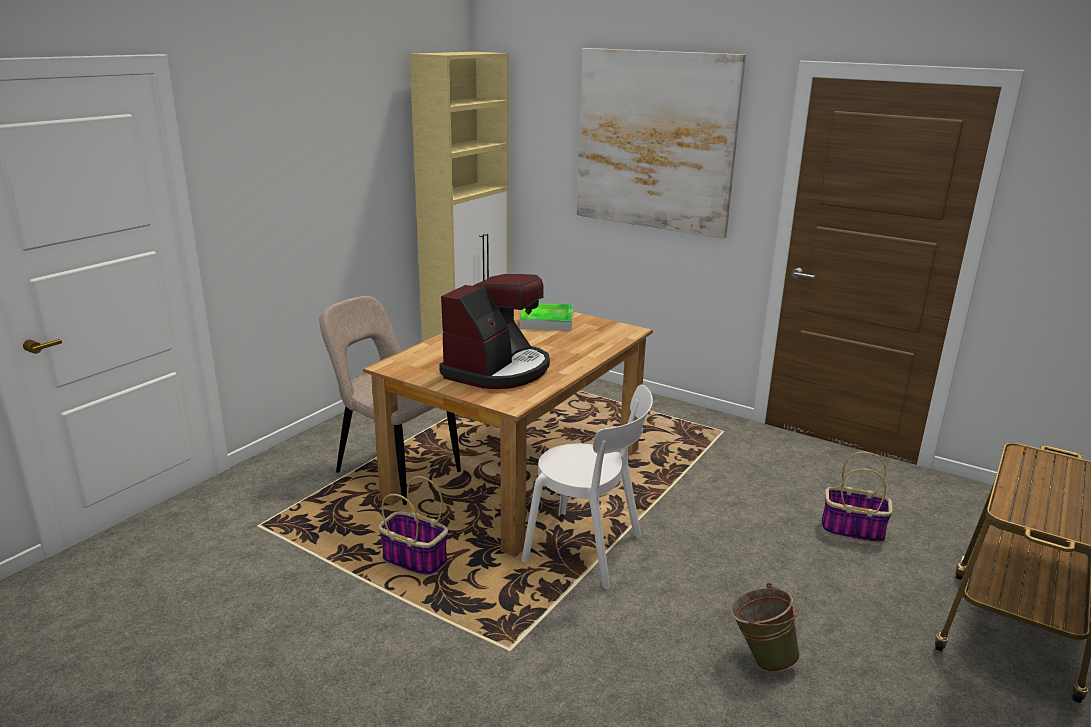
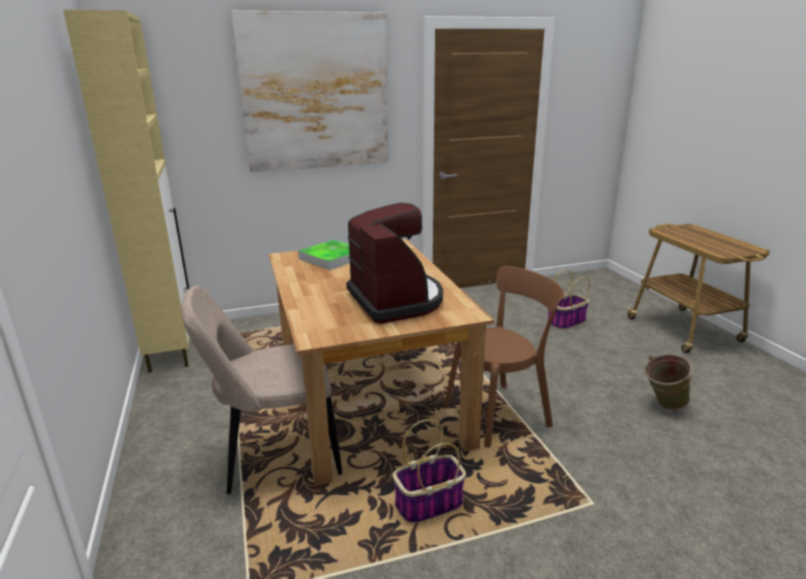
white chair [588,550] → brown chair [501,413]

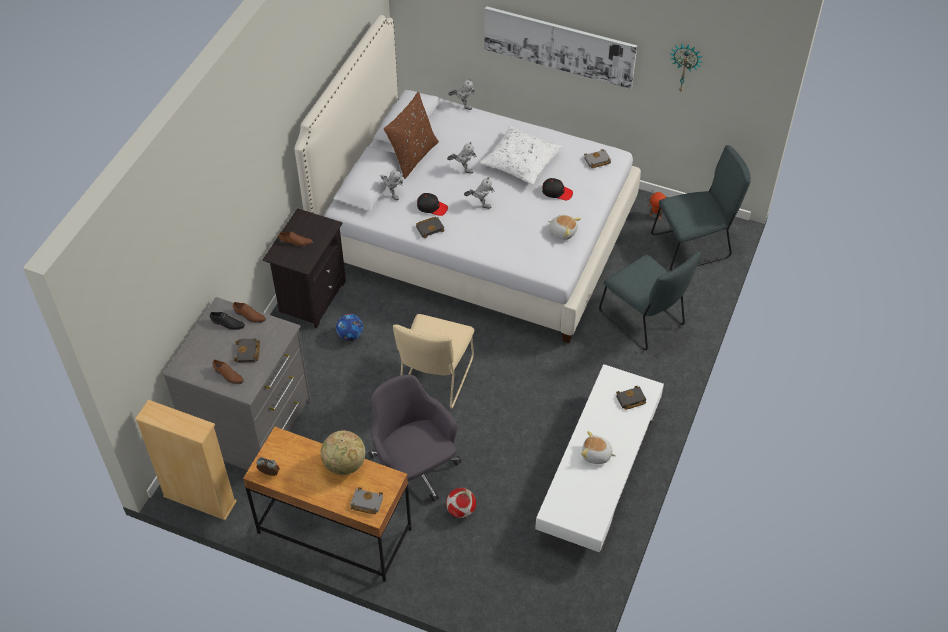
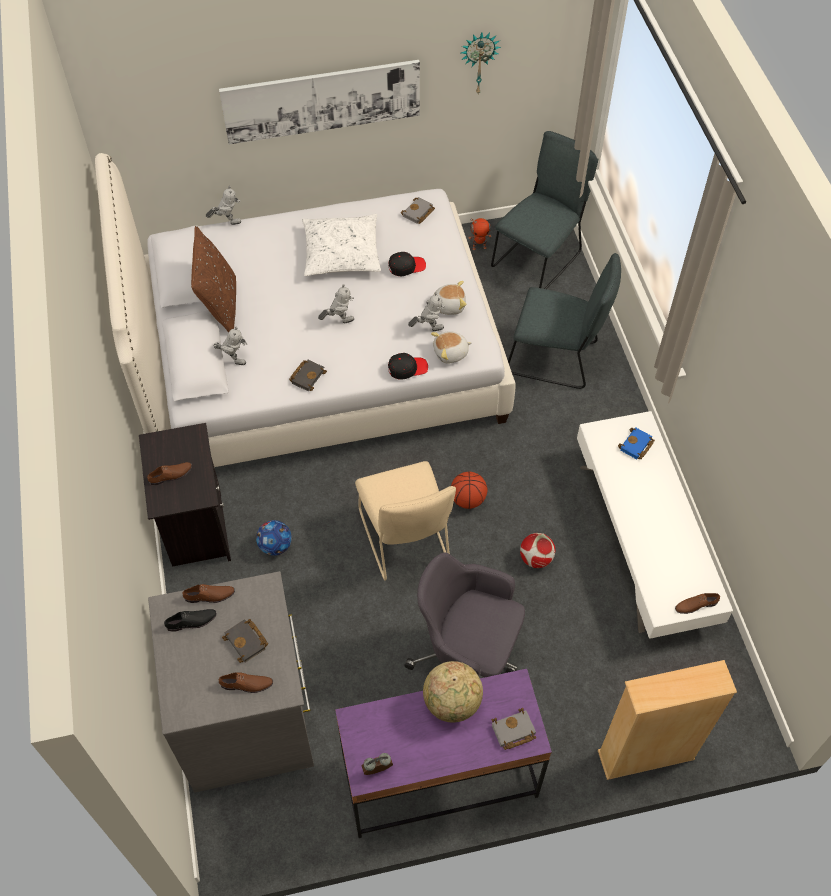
beige bookcase [199,499] → beige bookcase [646,755], shifted
brown desk [334,531] → purple desk [439,777]
black cap [432,207] → black cap [407,368], shifted
football [461,510] → football [536,558], shifted
toy robot [463,169] → toy robot [428,328], shifted
plush toy [596,455] → plush toy [451,353], shifted
black book [630,400] → blue book [636,446]
- → basketball [468,499]
- → brown shoe [696,604]

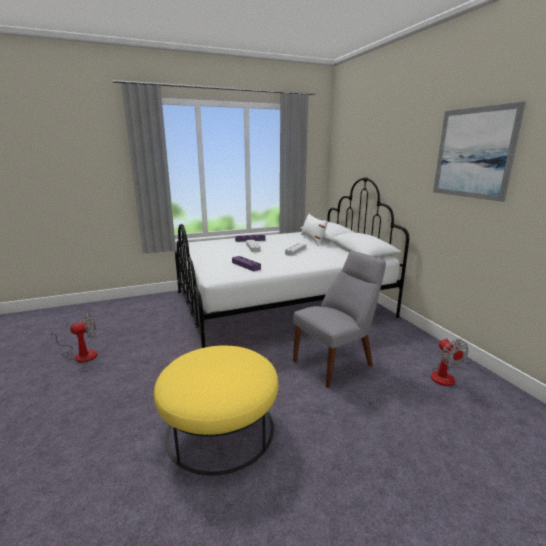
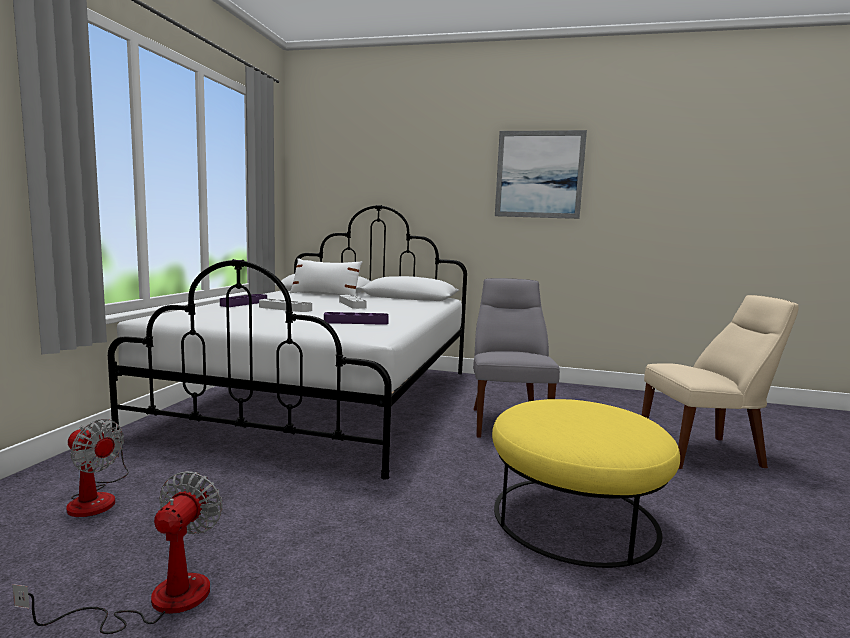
fan [445,375] → fan [97,498], shifted
- → beige chair [705,452]

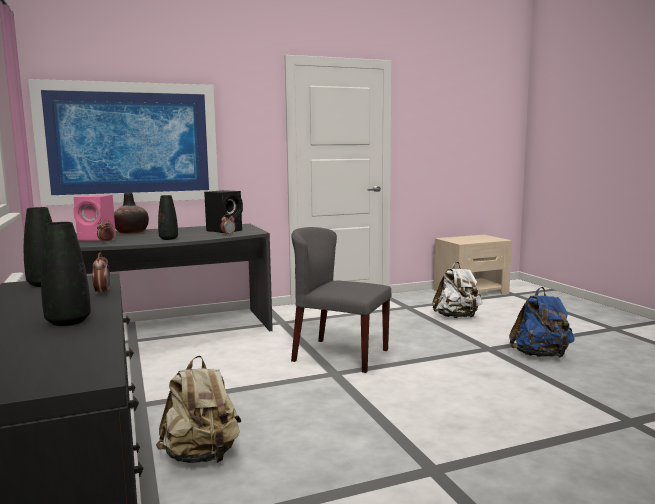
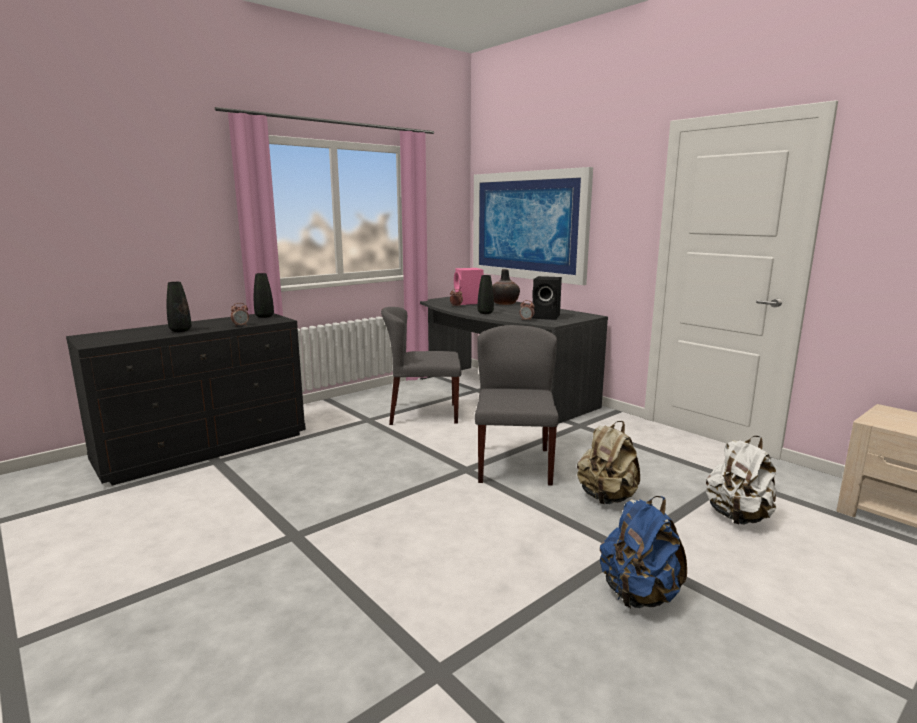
beige backpack [202,456] → beige backpack [607,498], shifted
- → grey chair [423,414]

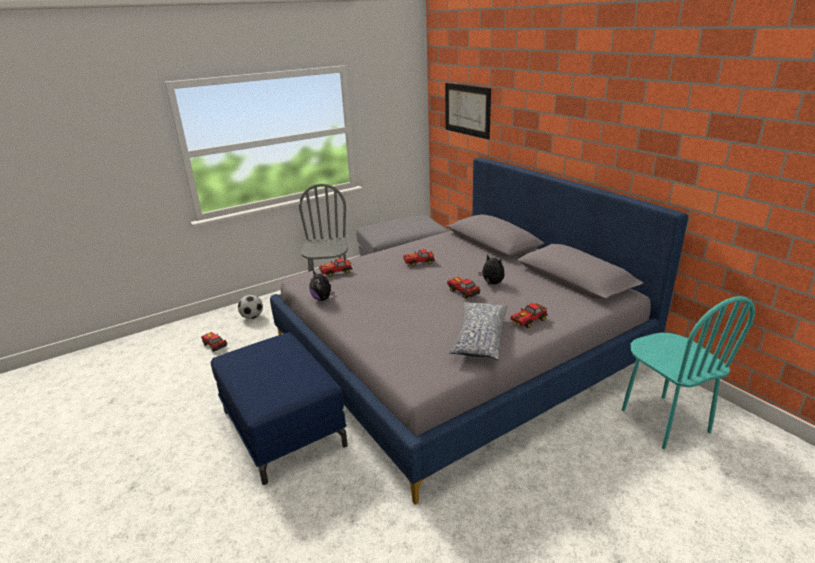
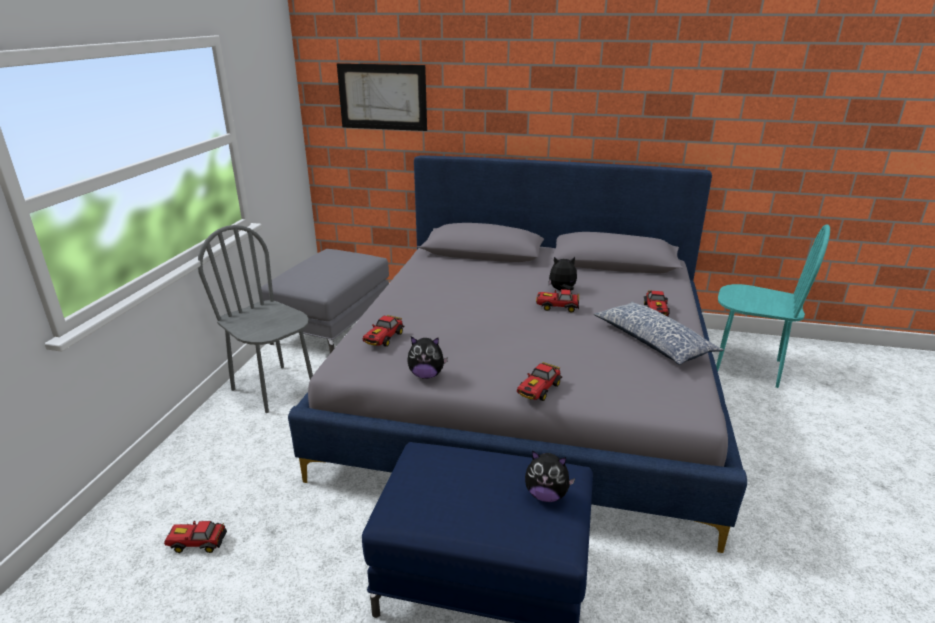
football [252,317] → -
toy car [418,262] → toy car [538,390], shifted
- → plush toy [546,495]

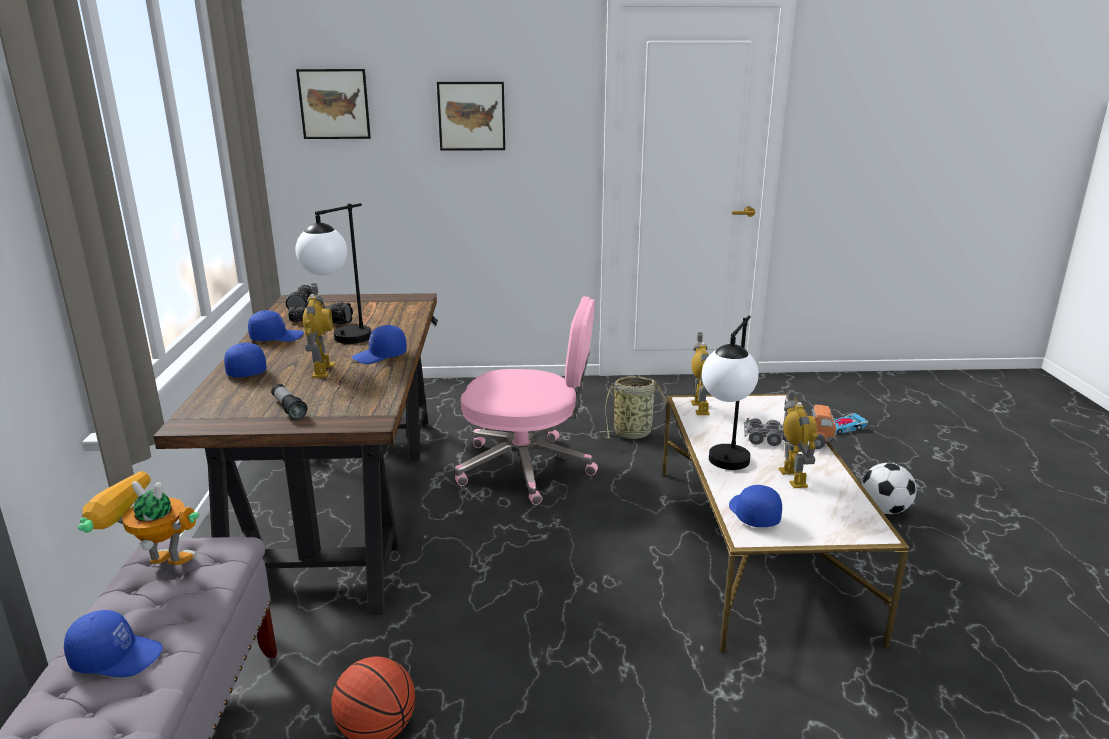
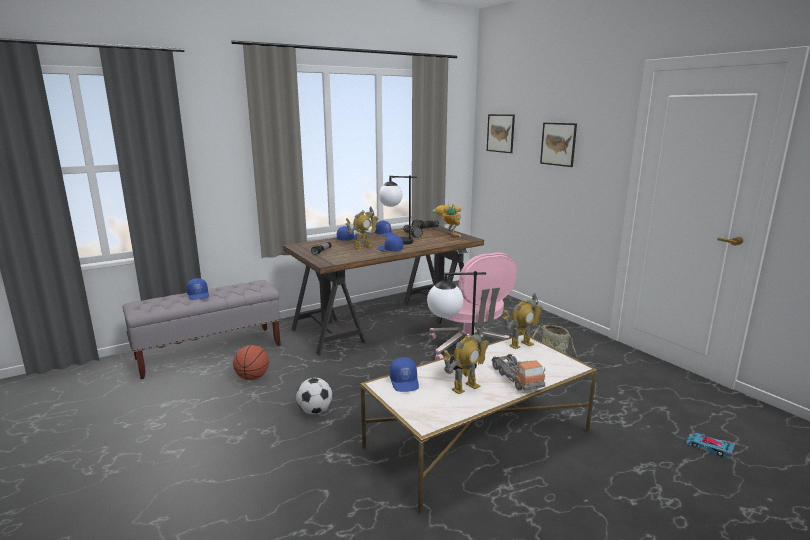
toy robot [151,568] → toy robot [448,235], shifted
blue cap [752,514] → blue cap [405,382], 120 degrees clockwise
football [884,510] → football [315,411], shifted

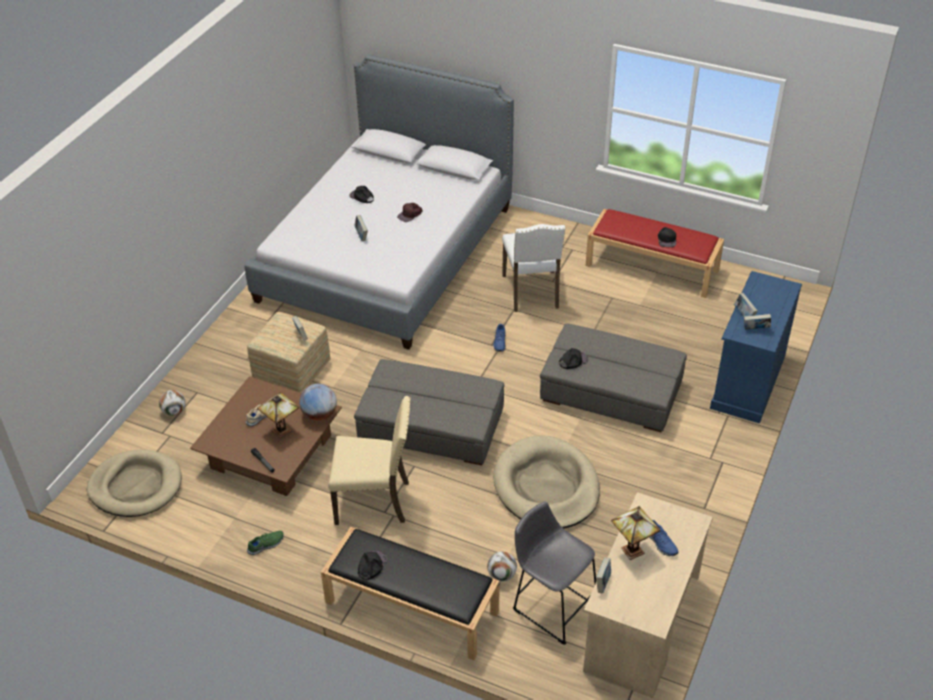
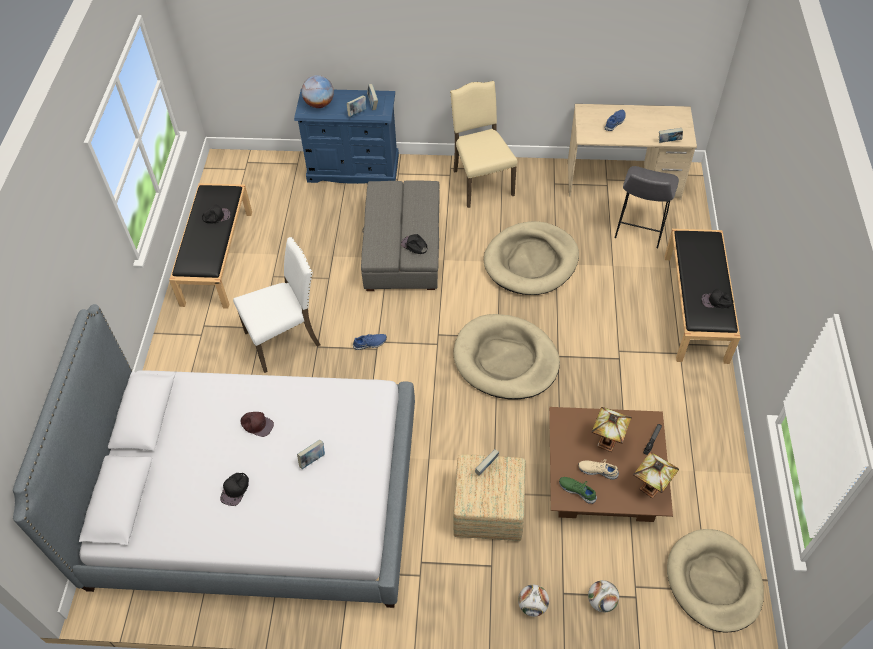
green shoe [266,545] → green shoe [577,490], shifted
globe [319,414] → globe [319,104], shifted
beige chair [374,501] → beige chair [481,182], shifted
grey ottoman [431,427] → beige dog bed [505,360]
football [501,575] → football [532,605], shifted
red bench [653,268] → black bench [217,257]
table lamp [630,550] → table lamp [650,490], shifted

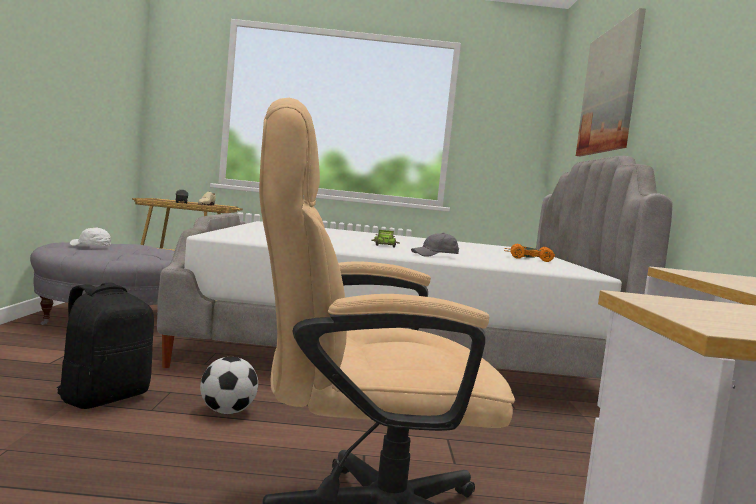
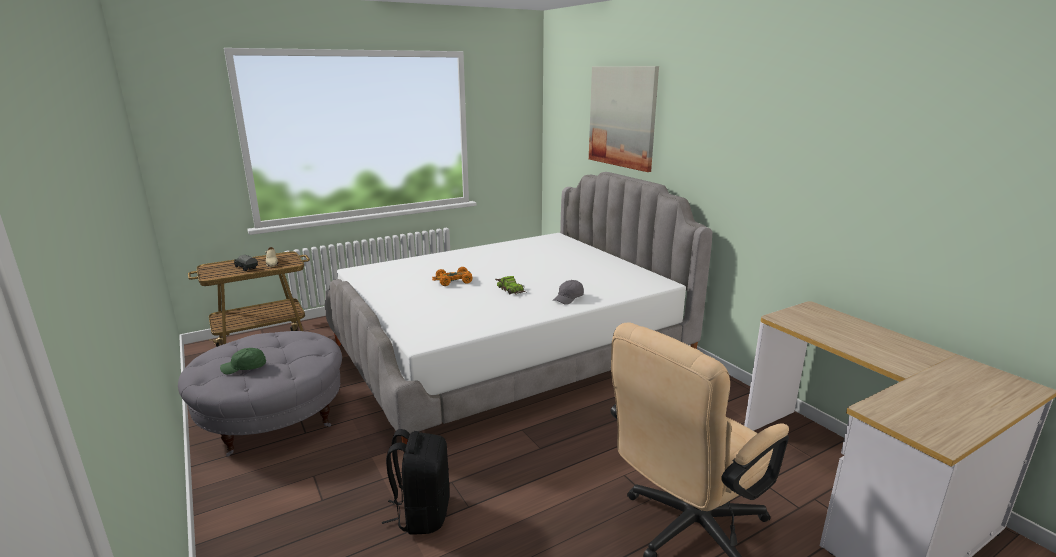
white cap [90,247] → green cap [245,368]
football [227,412] → -
orange toy car [529,259] → orange toy car [453,281], shifted

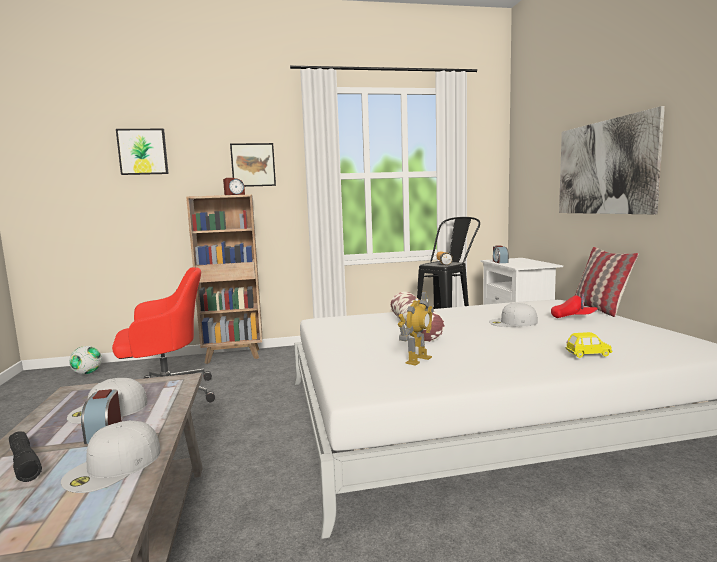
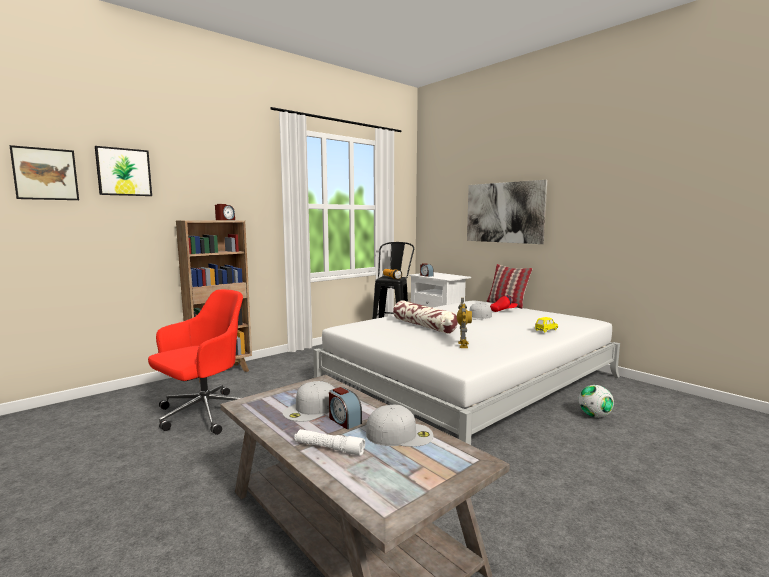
black flashlight [24,462] → white flashlight [329,448]
white cap [113,466] → white cap [400,434], 90 degrees counterclockwise
football [87,373] → football [594,416], shifted
picture [253,165] → picture [45,174], shifted

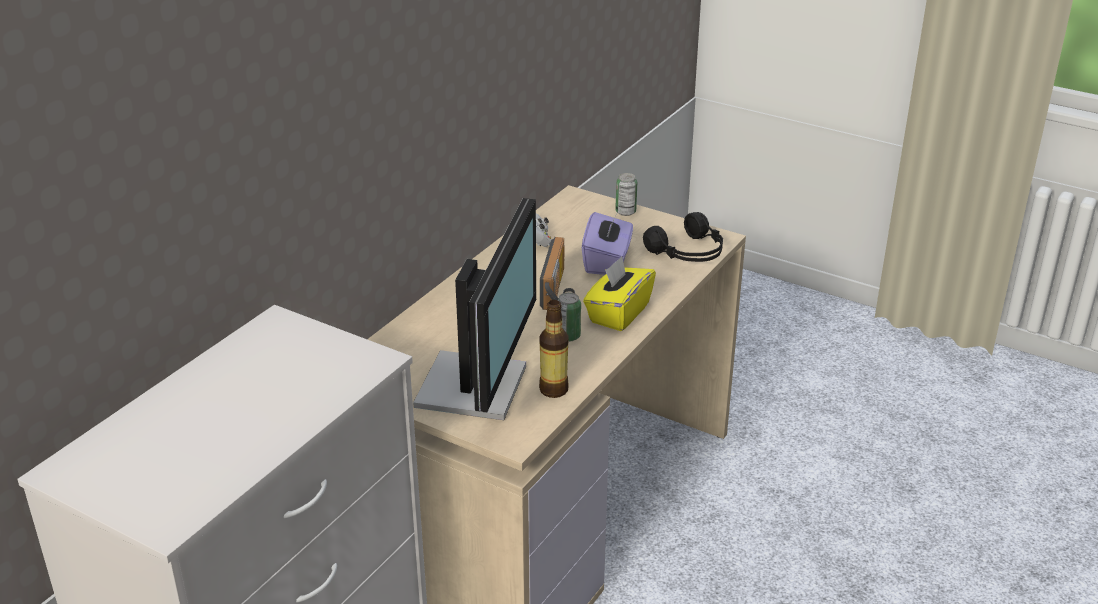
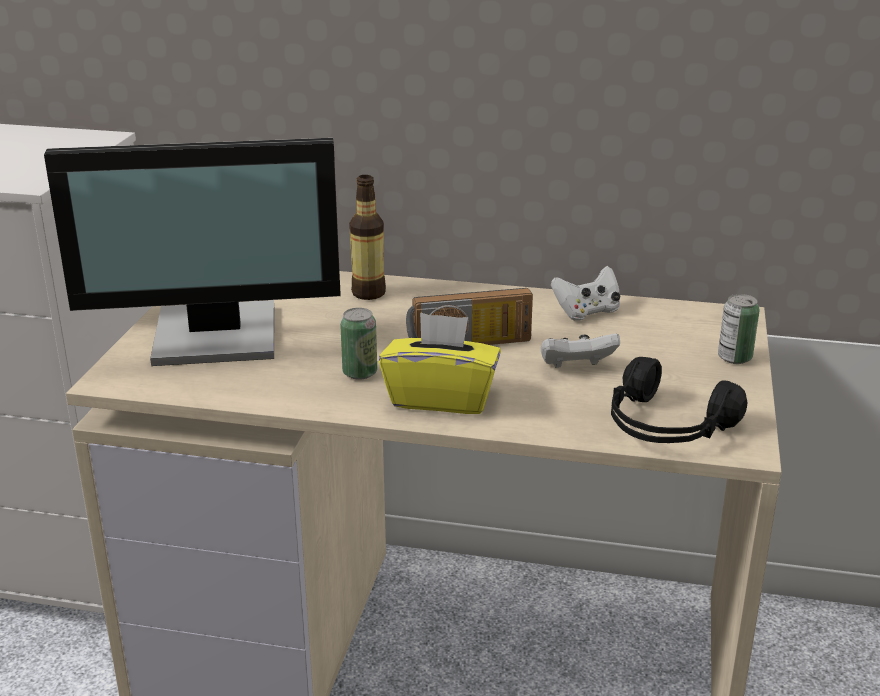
bottle [553,390] → bottle [368,293], shifted
purple tissue box [607,261] → white game controller [576,367]

